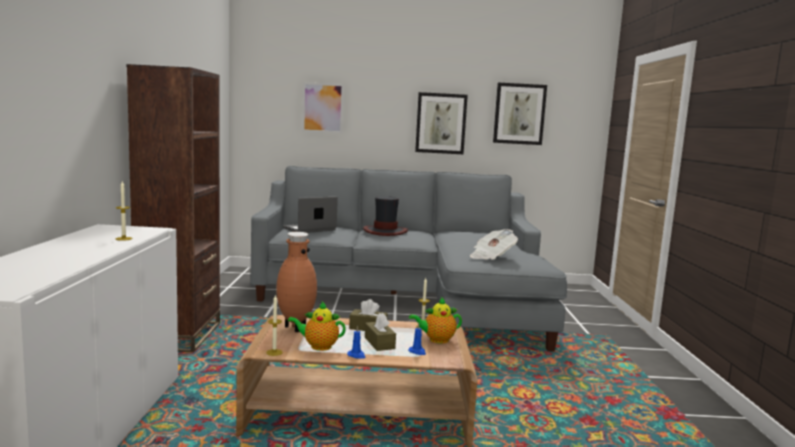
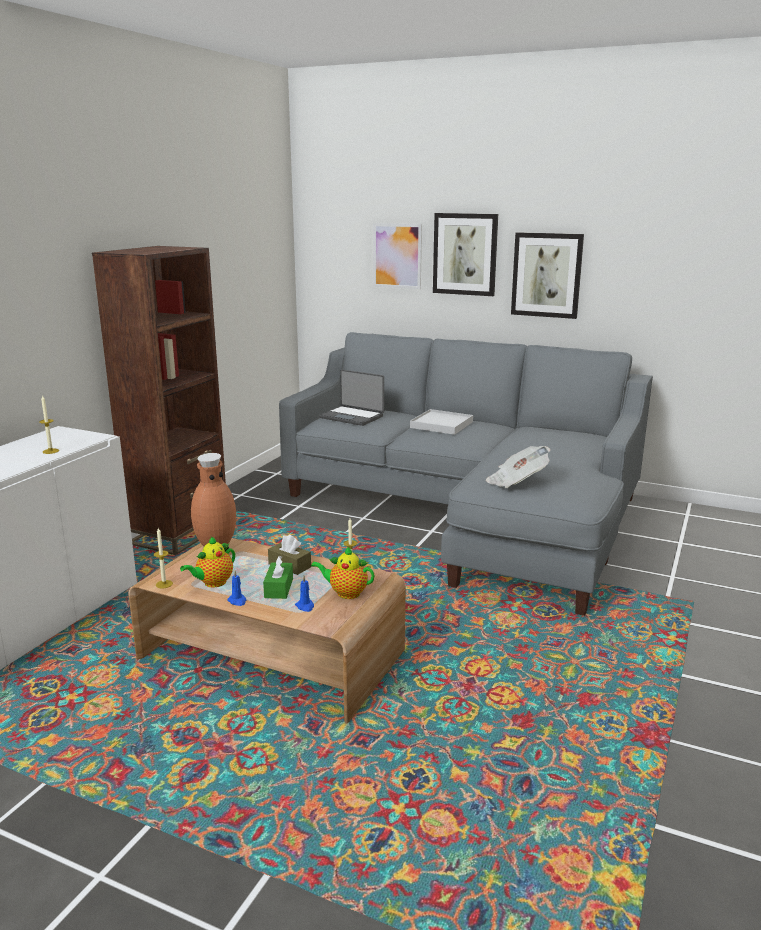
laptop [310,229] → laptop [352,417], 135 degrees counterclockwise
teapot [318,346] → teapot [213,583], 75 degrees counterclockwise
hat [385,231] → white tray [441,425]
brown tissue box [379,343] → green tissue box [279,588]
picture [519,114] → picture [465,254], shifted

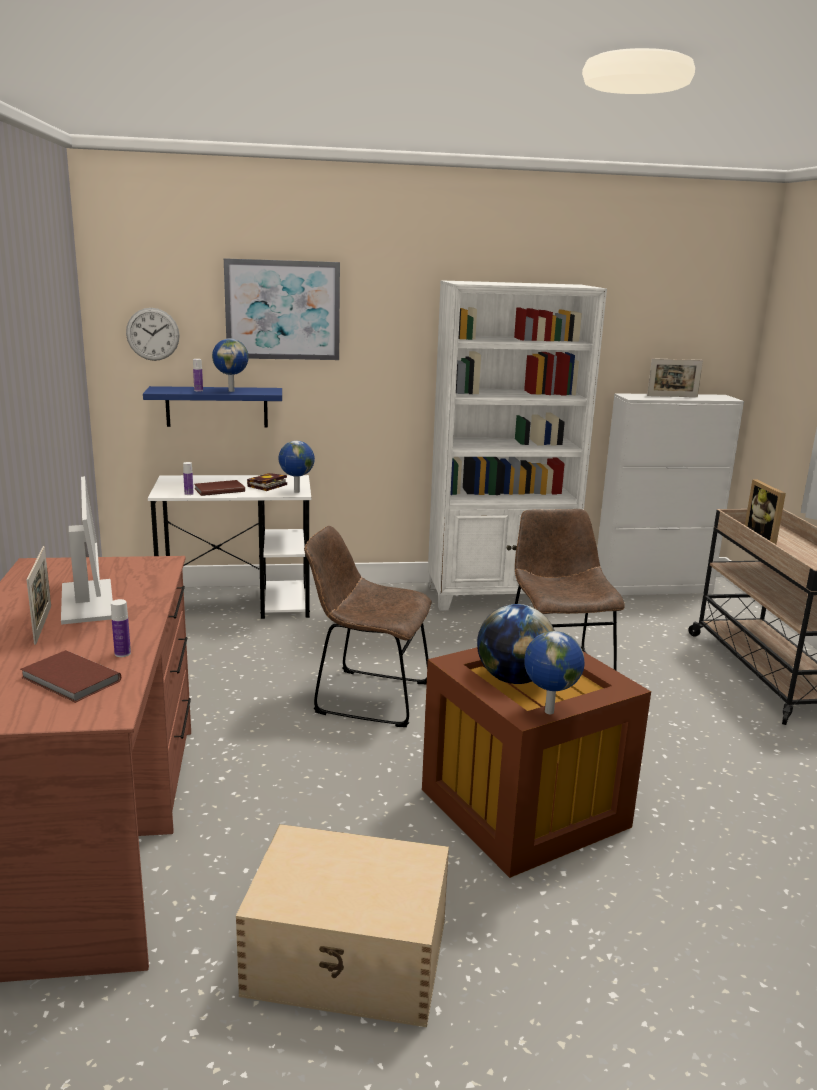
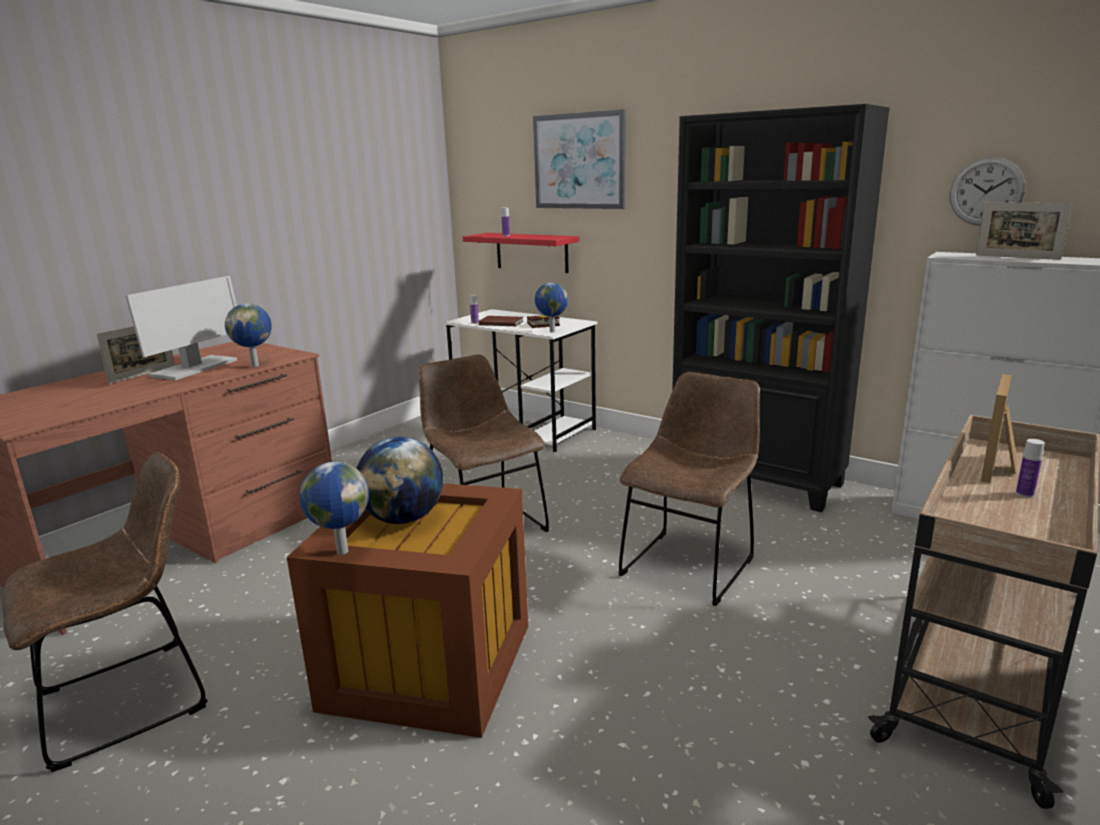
brown book [70,680] → -
bottle [122,653] → bottle [1024,494], shifted
wall clock [152,334] → wall clock [986,192], shifted
blue shelf [217,407] → red shelf [531,252]
globe [231,391] → globe [256,365], shifted
beige storage box [349,958] → brown chair [134,697]
white bookcase [499,597] → black bookcase [757,481]

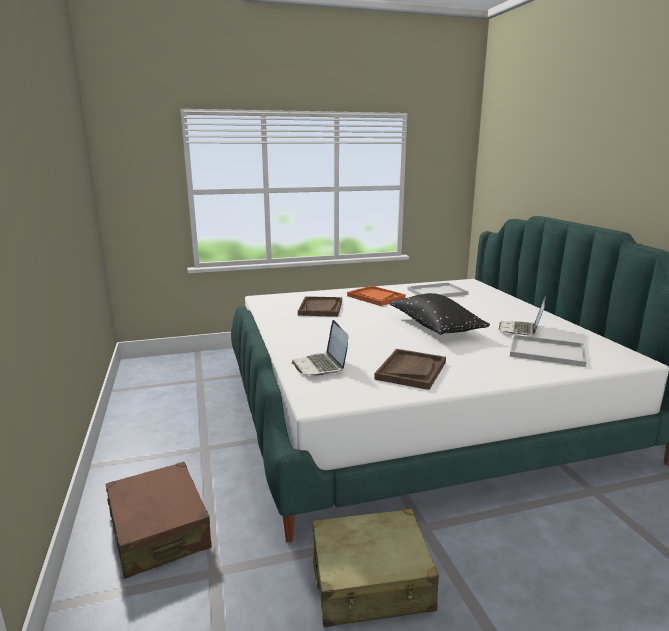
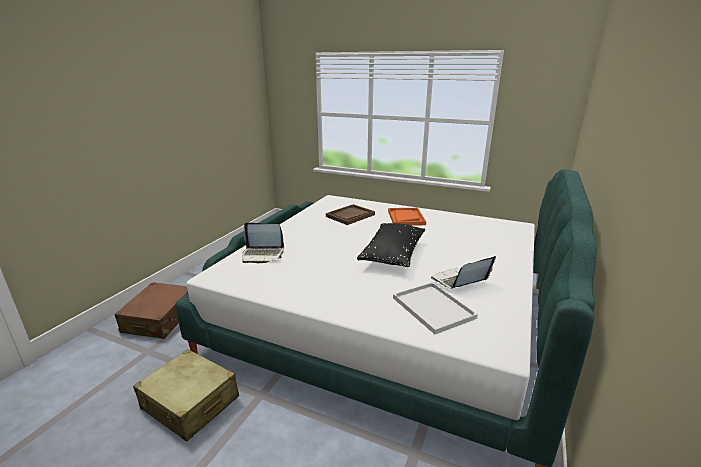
laptop [321,366] → laptop [262,255], 105 degrees counterclockwise
brown tray [411,370] → -
white tray [437,292] → -

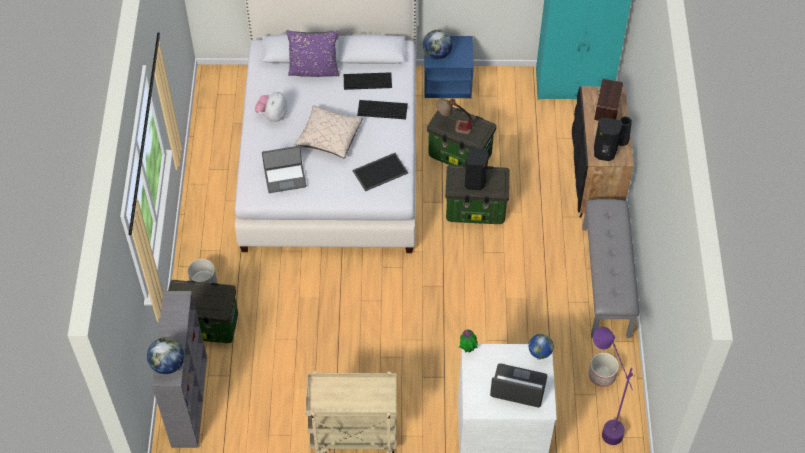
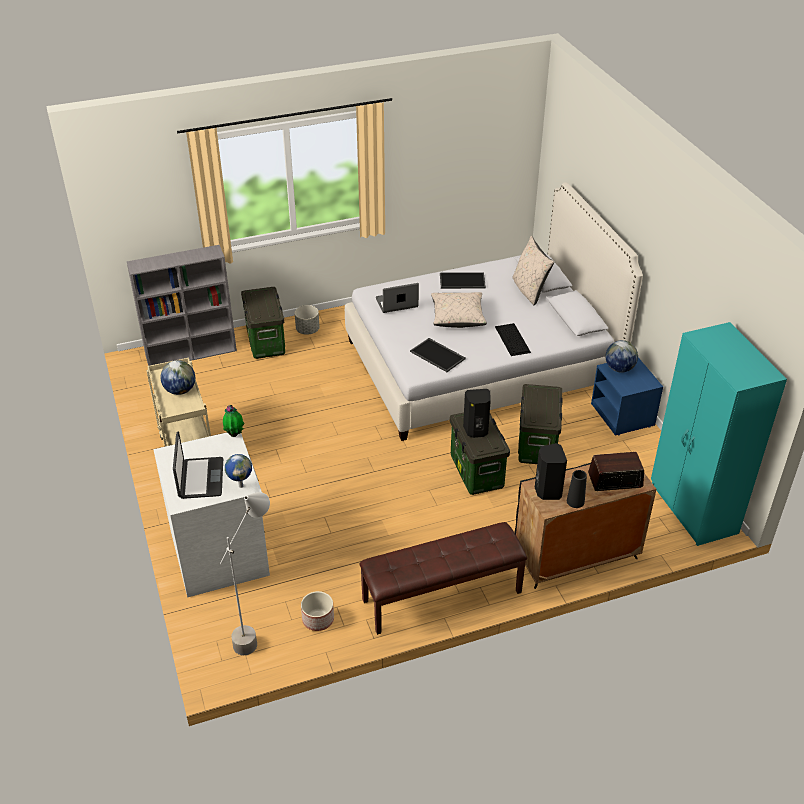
globe [168,364] → globe [180,390], shifted
plush toy [272,115] → tray [462,281]
laptop [285,178] → laptop [397,303], 105 degrees clockwise
purple pillow [314,70] → beige pillow [529,290]
keyboard [368,81] → -
table lamp [453,126] → -
grey bench [606,281] → brown bench [442,596]
purple floor lamp [600,422] → grey floor lamp [257,630]

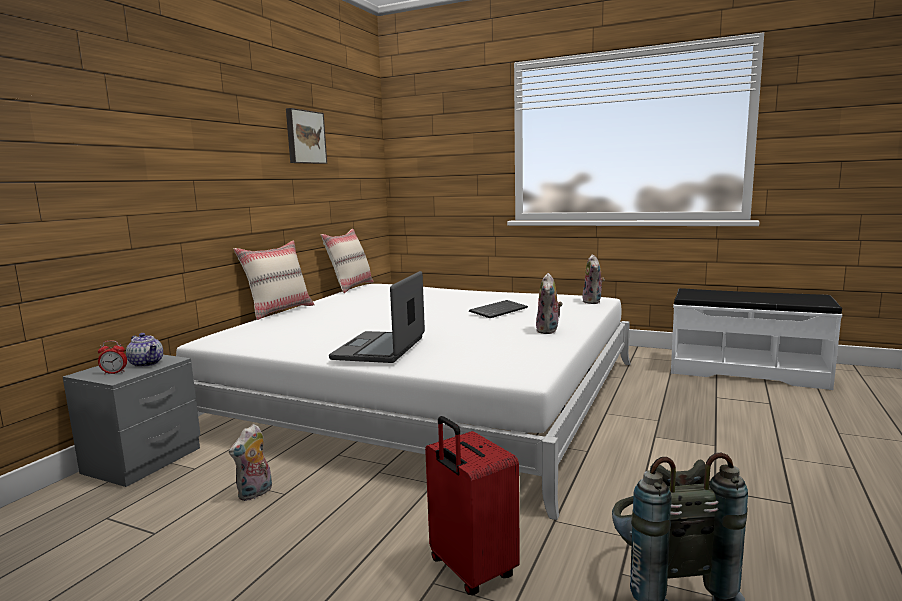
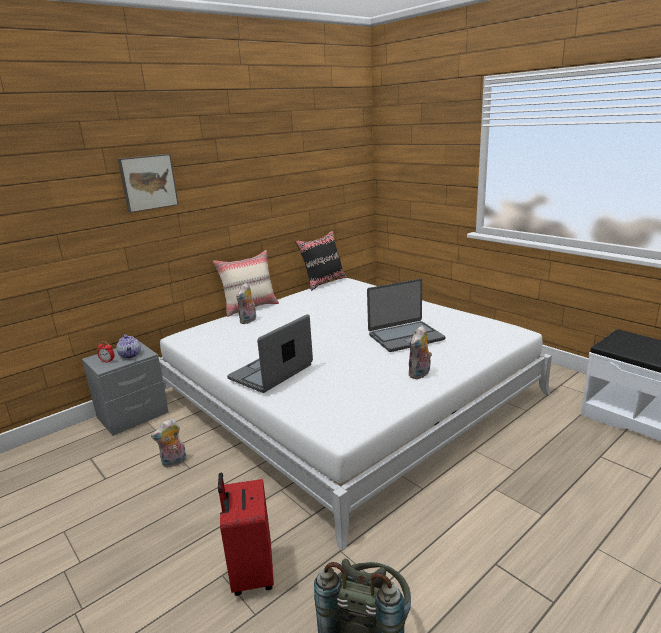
picture [304,137] → picture [148,182], shifted
beige pillow [350,287] → black pillow [323,282]
keyboard [498,310] → laptop [405,337]
plush toy [593,302] → plush toy [248,321], shifted

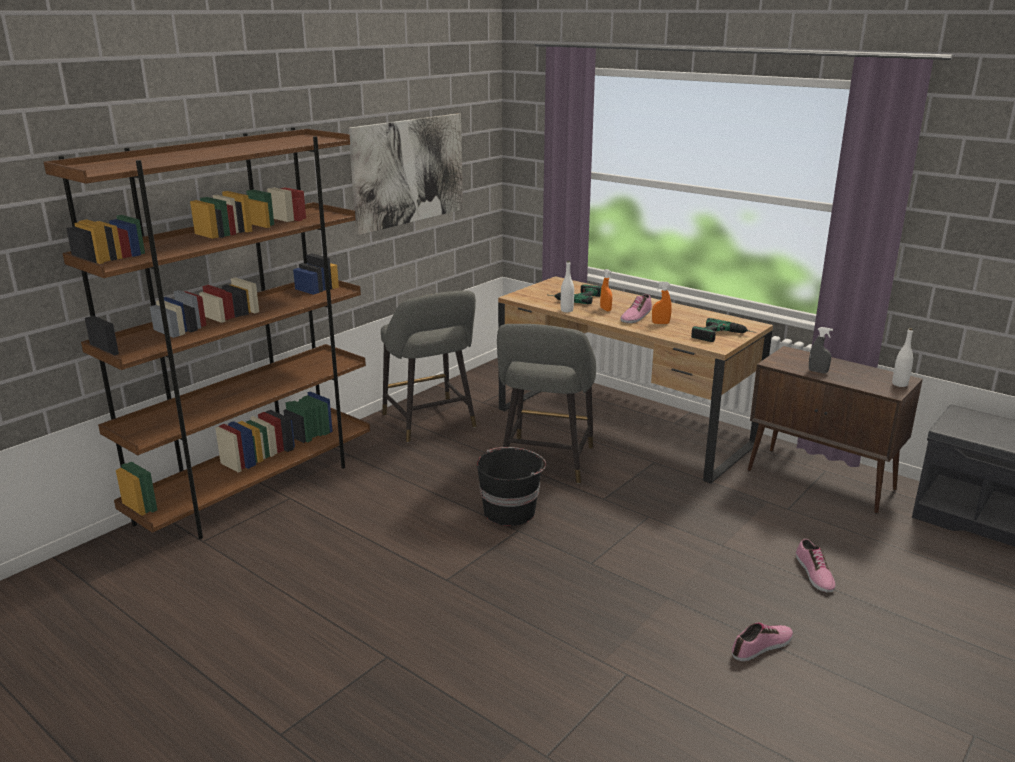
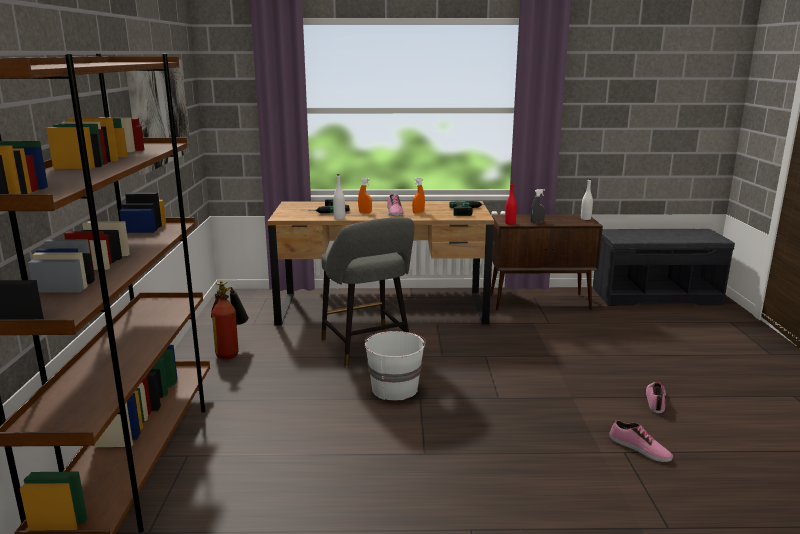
grey stool [431,423] → fire extinguisher [232,352]
black bucket [510,511] → white bucket [394,388]
shoe [813,573] → shoe [639,449], shifted
- → red bottle [510,223]

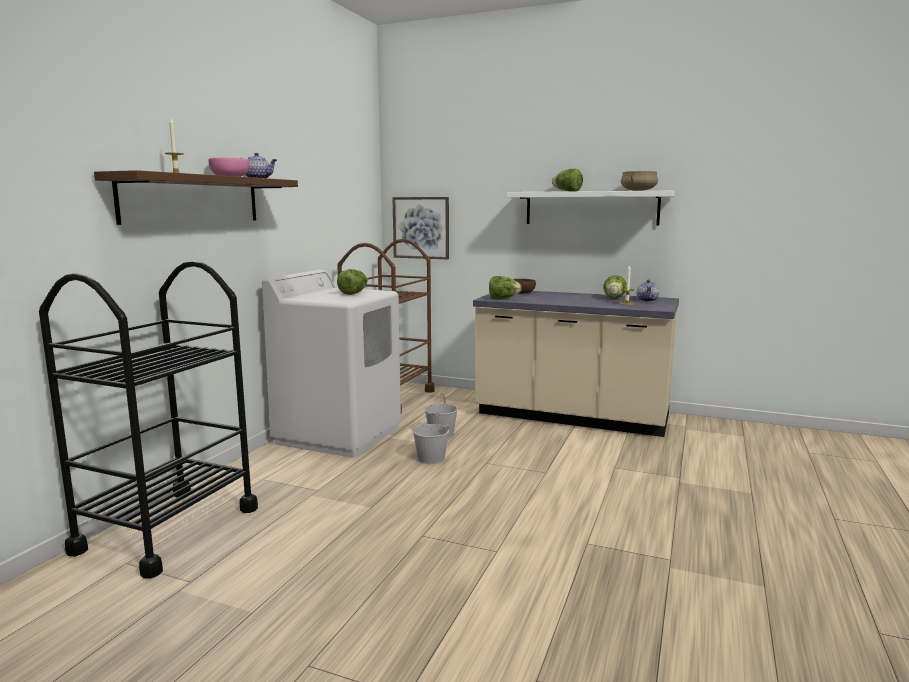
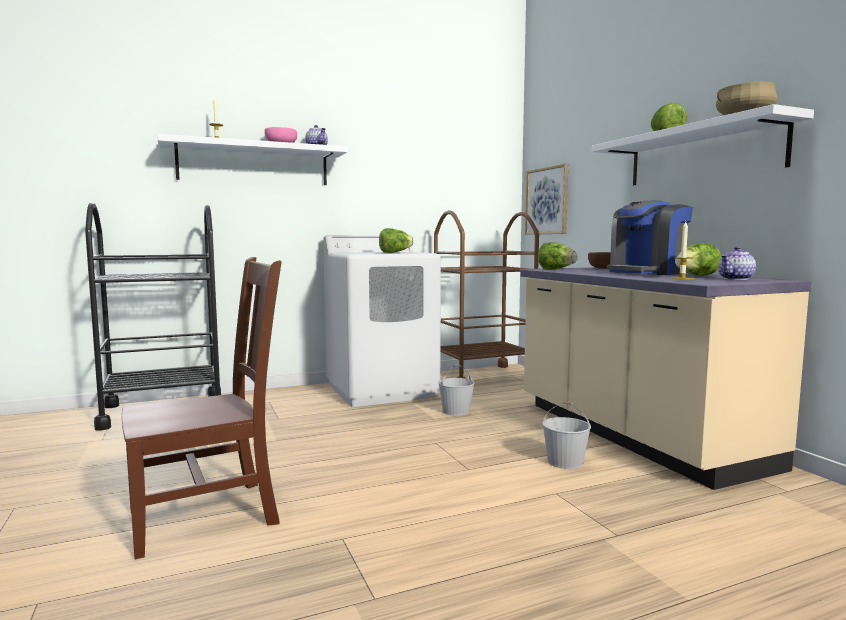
brown shelf [193,199] → white shelf [254,164]
white bucket [431,458] → white bucket [565,462], shifted
- → brown chair [209,515]
- → coffee machine [646,272]

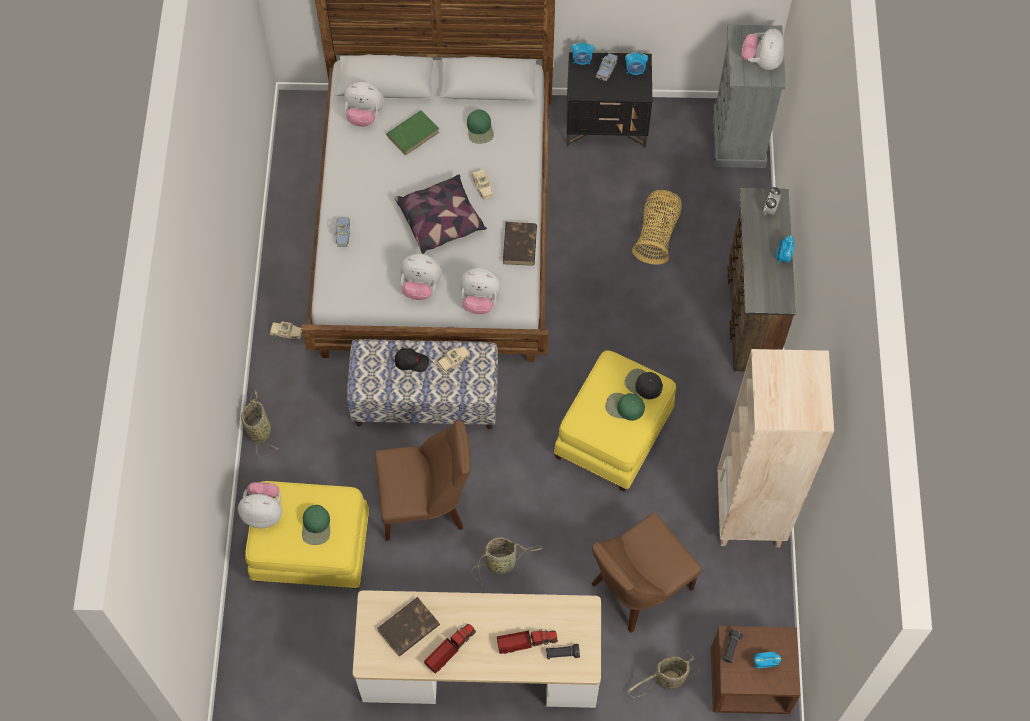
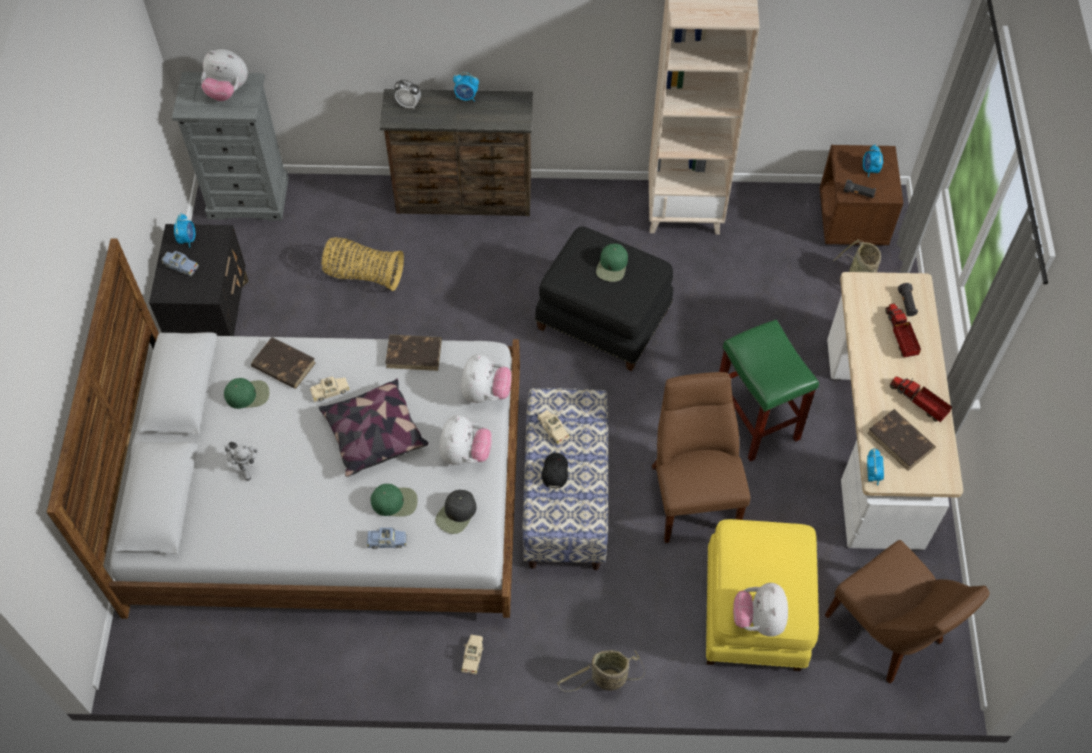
green cap [316,526] → green cap [395,501], shifted
plush toy [364,115] → -
green book [413,133] → toy robot [245,466]
basket [503,563] → green stool [754,420]
yellow ottoman [614,435] → black ottoman [604,318]
alarm clock [582,61] → alarm clock [872,474], shifted
brown chair [637,588] → brown chair [888,632], shifted
black cap [643,384] → black cap [456,514], shifted
- → brown book [283,365]

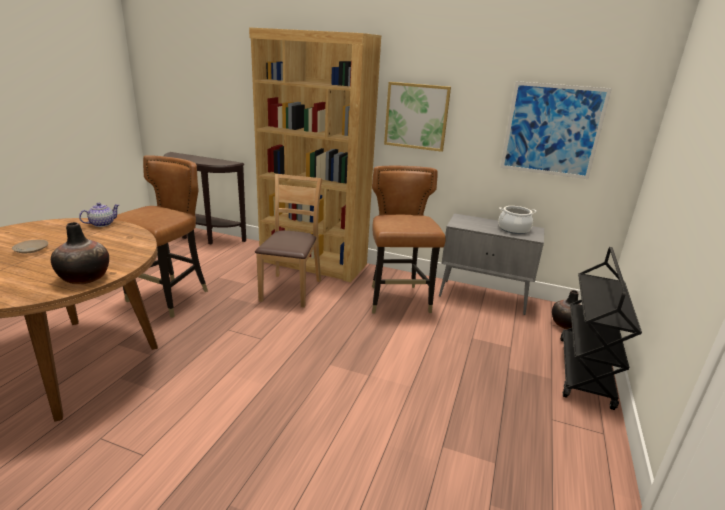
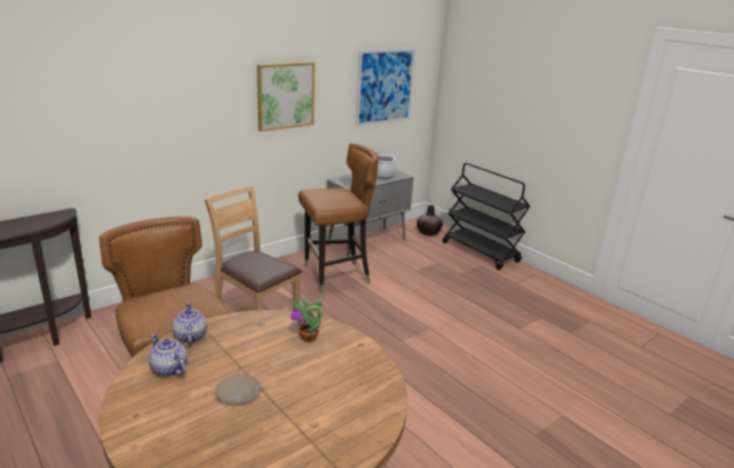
vase [85,278] → -
brown bookcase [313,263] → -
brown chair [398,300] → brown chair [335,276], 135 degrees clockwise
- → teapot [169,369]
- → potted plant [309,338]

